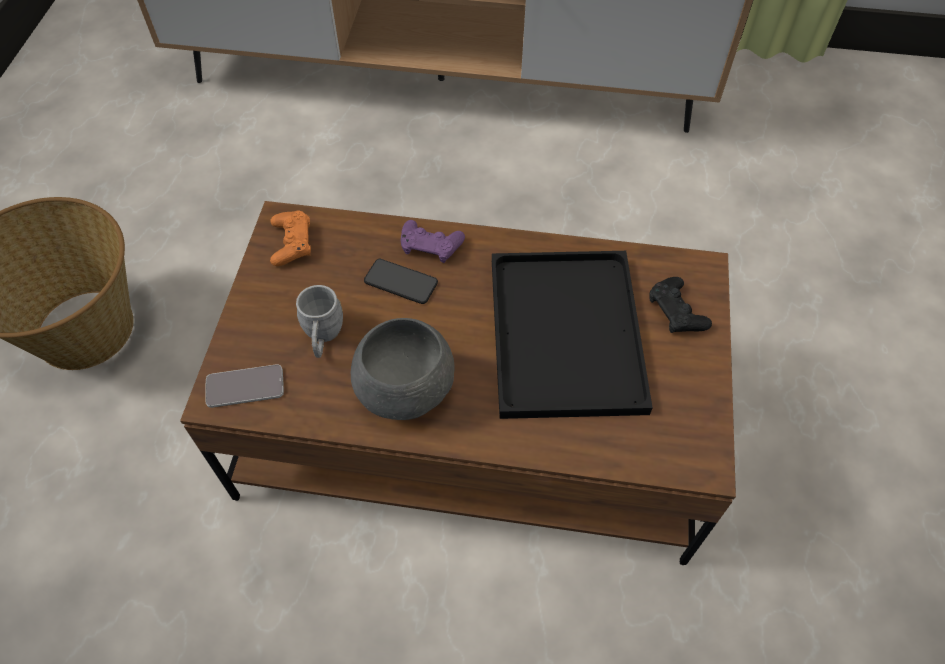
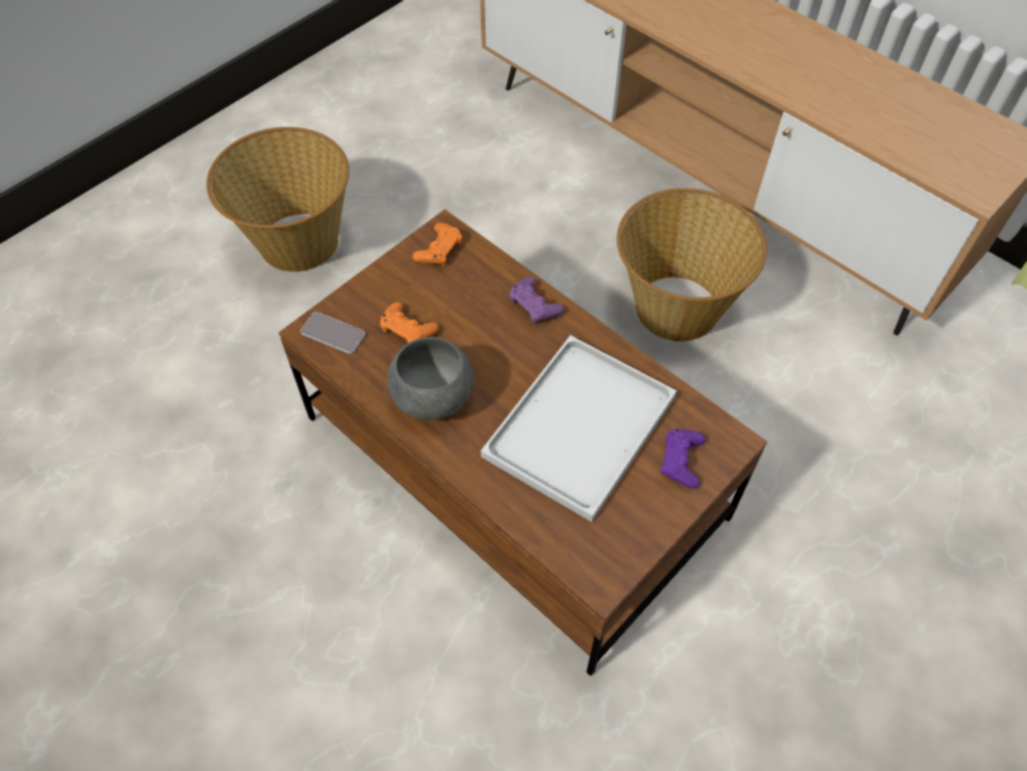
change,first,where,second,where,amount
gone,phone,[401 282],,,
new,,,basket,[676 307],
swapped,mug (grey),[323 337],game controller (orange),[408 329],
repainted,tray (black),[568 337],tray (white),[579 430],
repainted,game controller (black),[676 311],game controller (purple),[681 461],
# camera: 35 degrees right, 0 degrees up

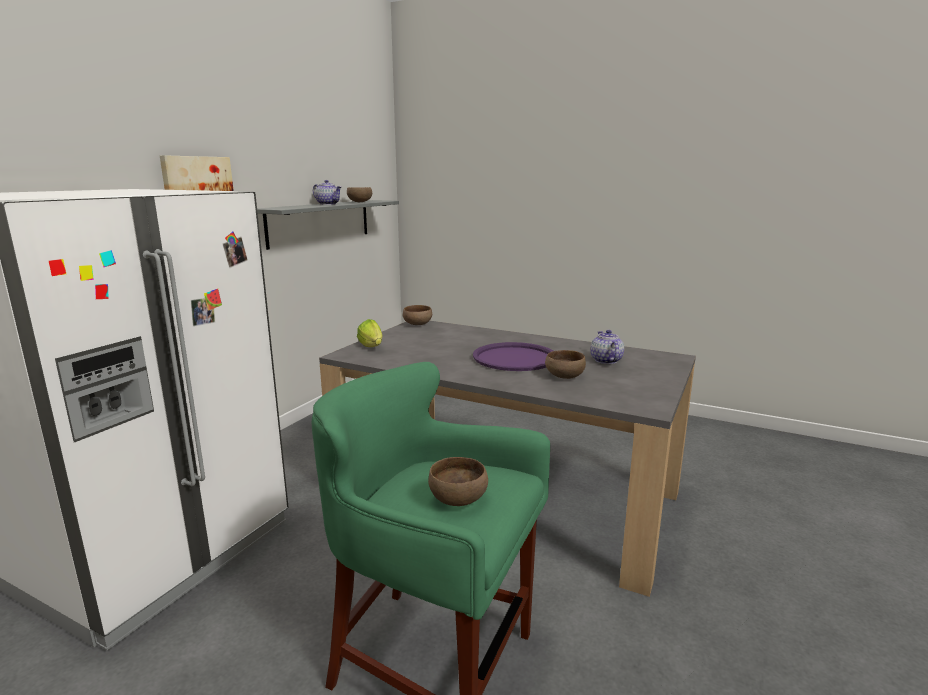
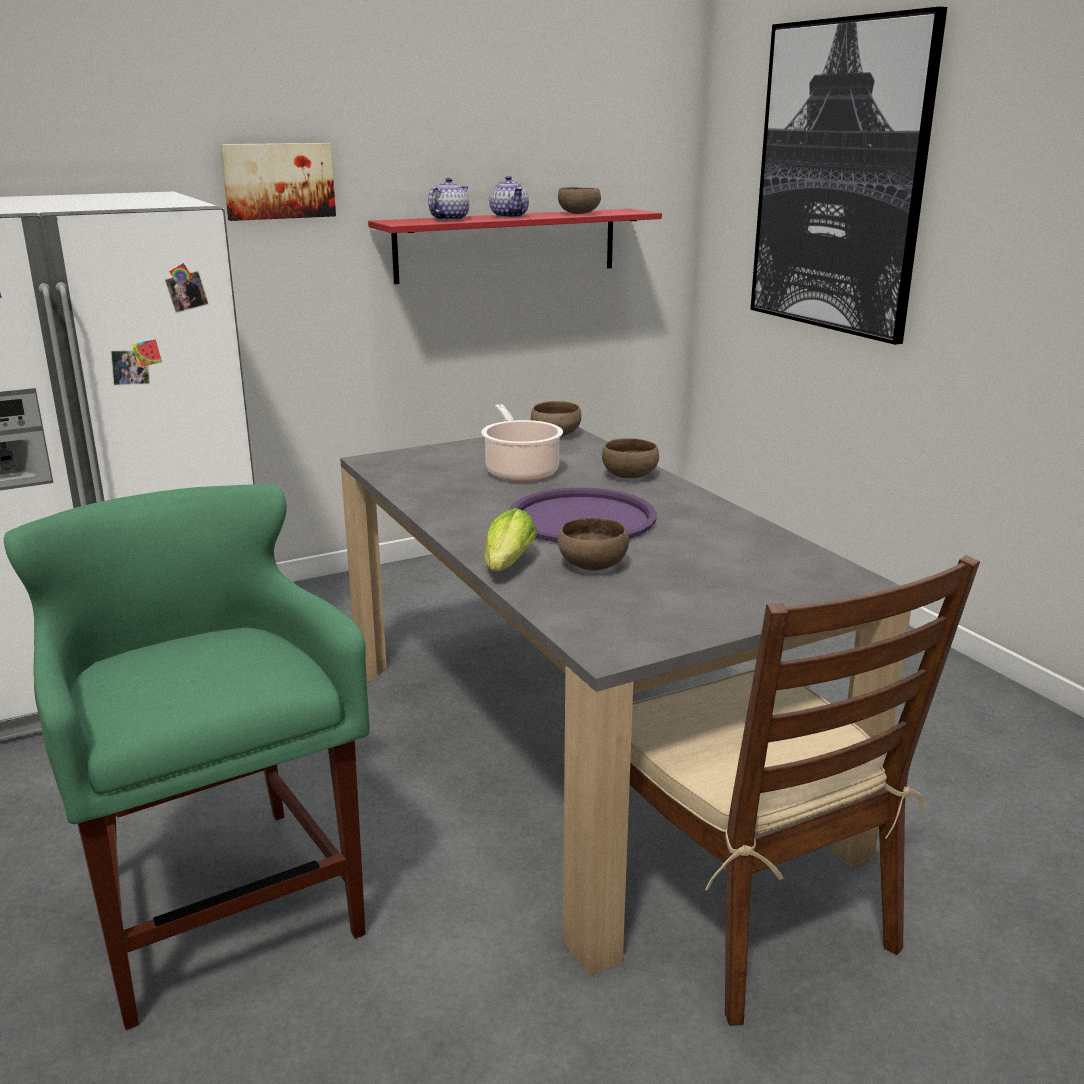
change,first,where,second,where,amount
new,,,cooking pot,[520 471],
new,,,chair (brown),[749 912],
new,,,picture,[839 178],
shifted,lettuce,[372 346],,[506 567],
shifted,bowl (brown),[457 498],,[629 475],
shifted,teapot,[605 360],,[449 219],
repainted,shelf (grey),[320 222],shelf (red),[507 245],
# camera: 35 degrees right, 5 degrees up

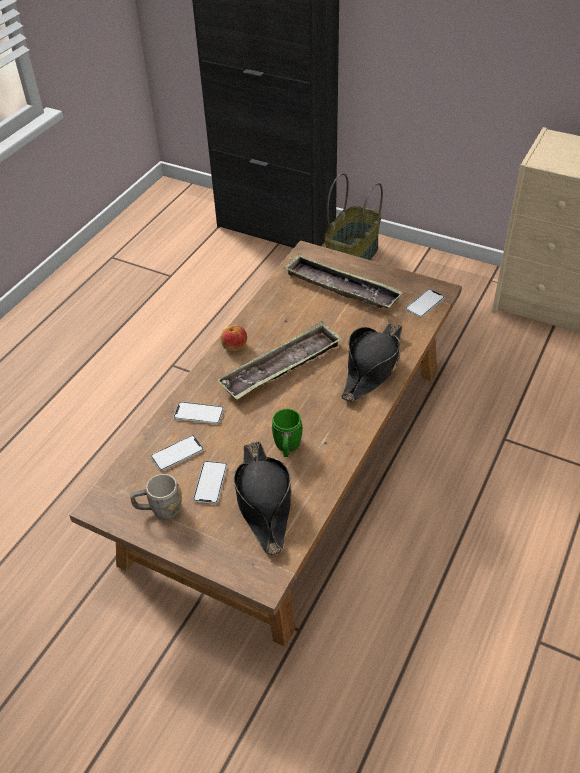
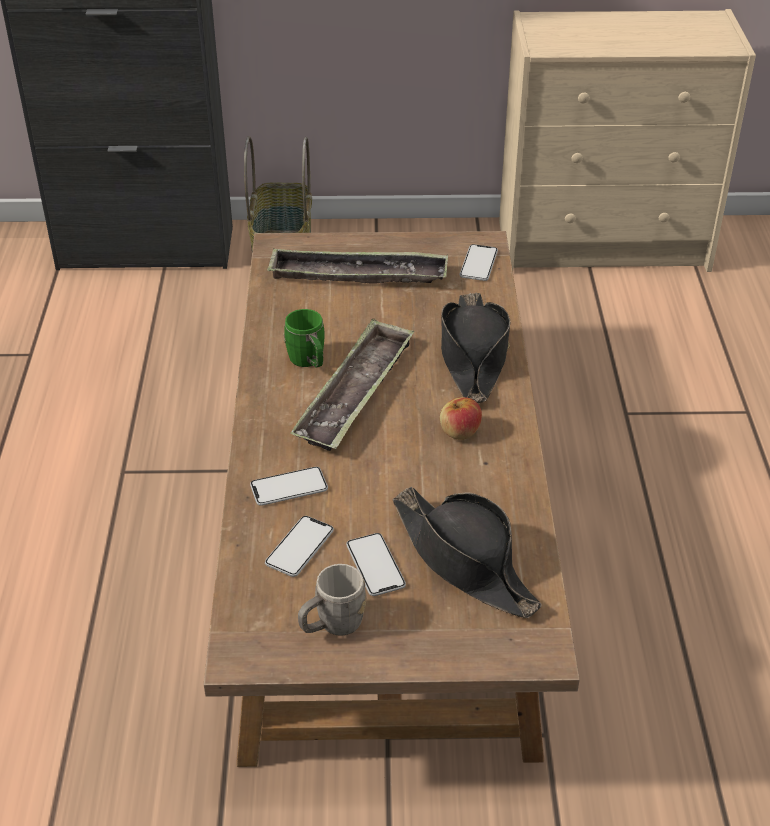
change,first,where,second,where,amount
shifted,apple,[234 346],,[459 432],
shifted,mug (green),[287 447],,[309 362],
# camera: 30 degrees left, 5 degrees down

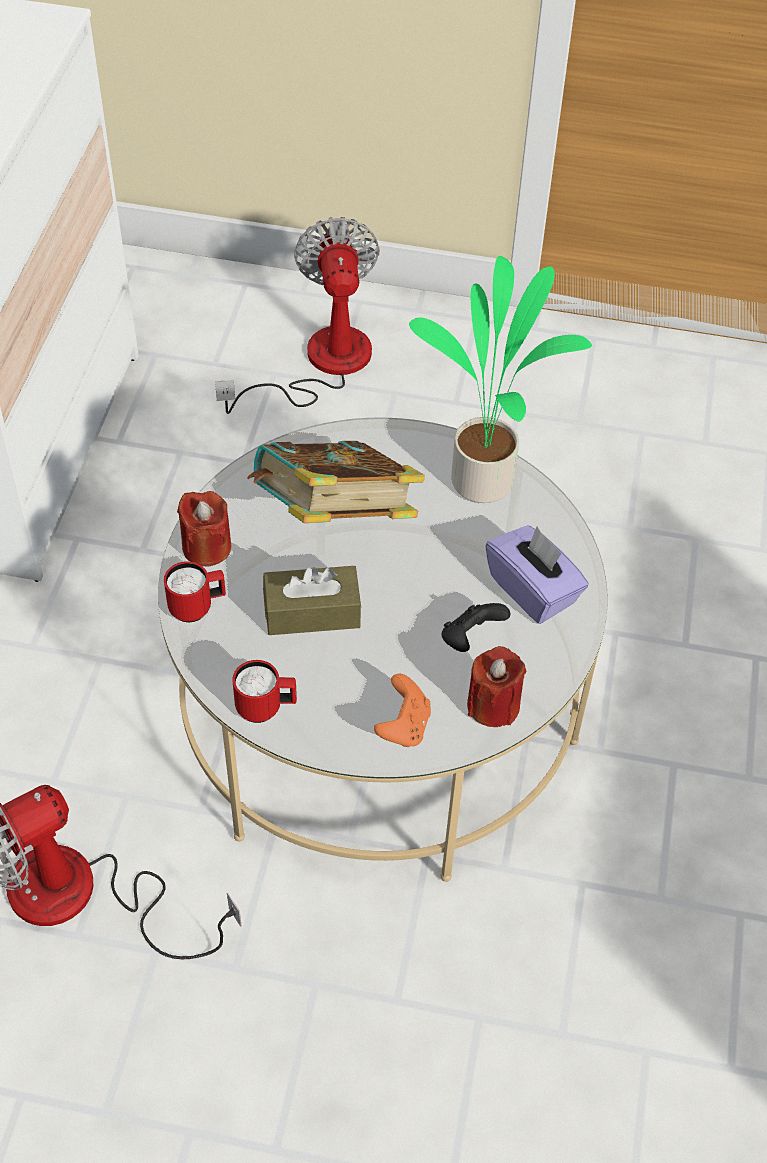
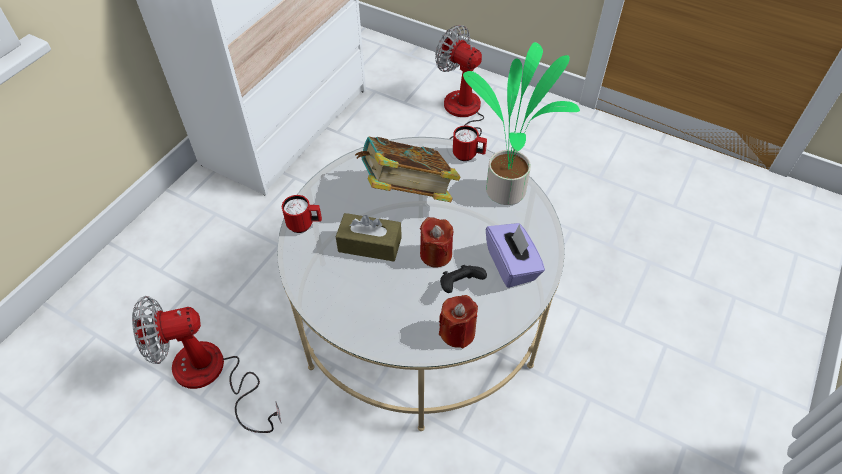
change,first,where,second,where,amount
gone,game controller (orange),[403 726],,,
shifted,candle (red),[206 547],,[436 254],
shifted,mug (red),[266 708],,[468 155],
rotated,fan,[320 364],,[461 114],60 degrees counterclockwise
# camera: 20 degrees right, 0 degrees up

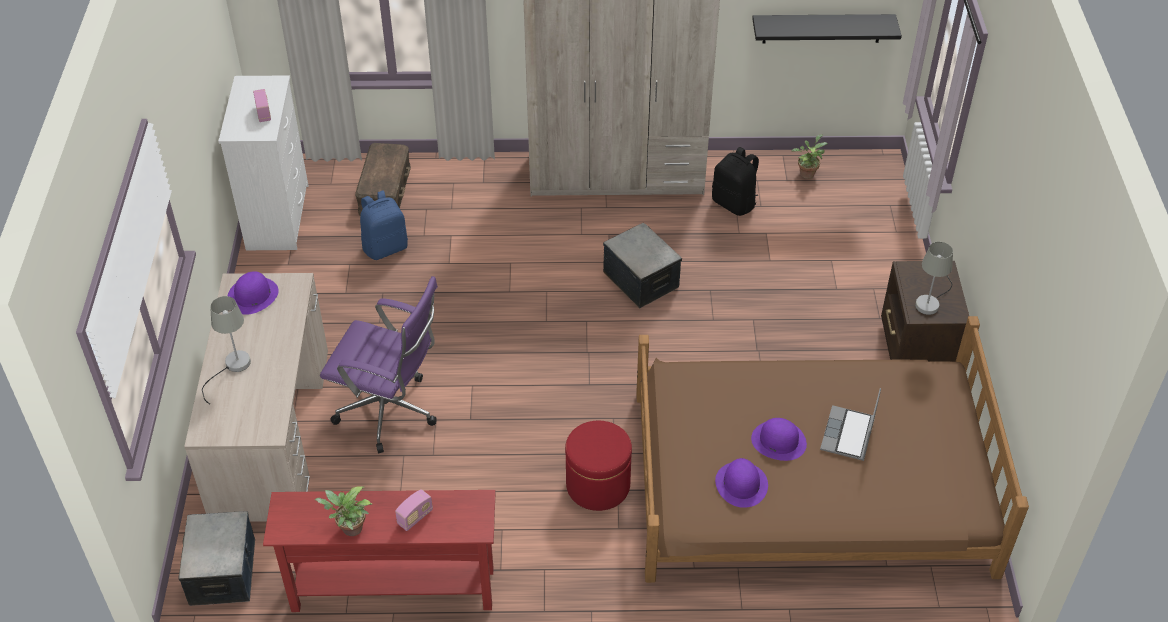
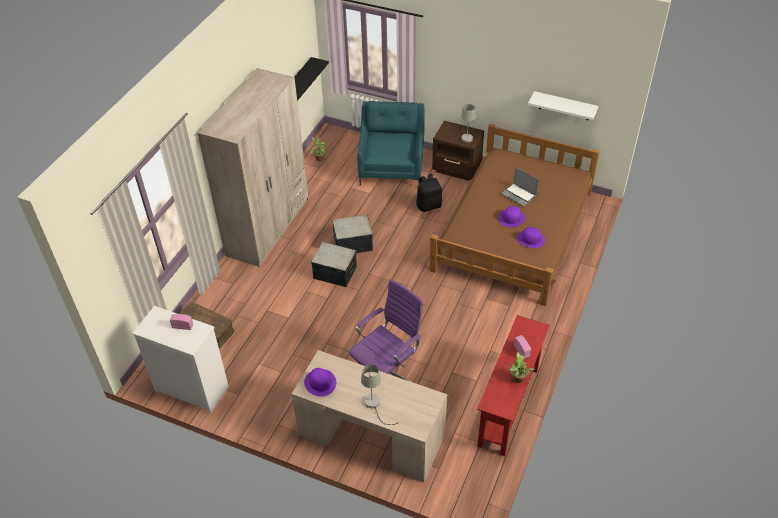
change,first,where,second,where,amount
gone,backpack (blue),[385 247],,,
gone,ottoman (red),[598 485],,,
new,,,armchair (turquoise),[392 166],
new,,,shelf (white),[564 106],
shifted,storage box,[223 572],,[335 272],
shifted,backpack (black),[734 203],,[428 205],
# camera: 65 degrees left, 0 degrees up

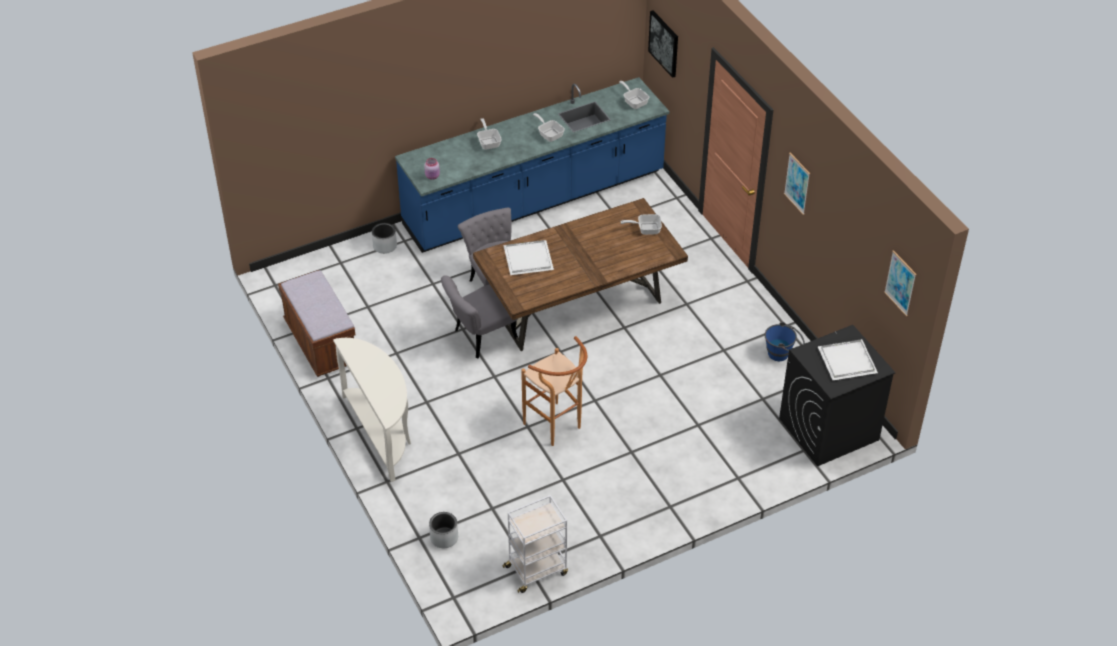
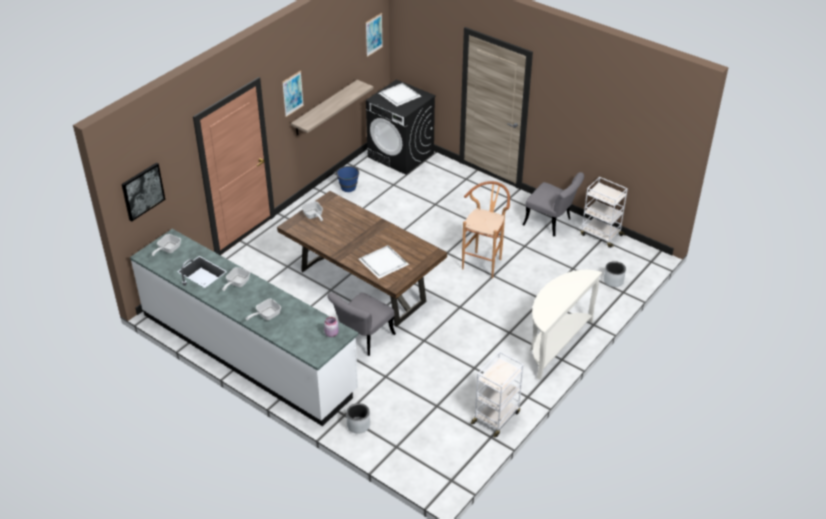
change,first,where,second,where,amount
new,,,shelf,[325 108],
shifted,chair (grey),[480 338],,[551 223],
swapped,bench (brown),[321 343],cart (white),[496 417],
repainted,counter (blue),[534 200],counter (white),[248 352],
# camera: 115 degrees left, 5 degrees down

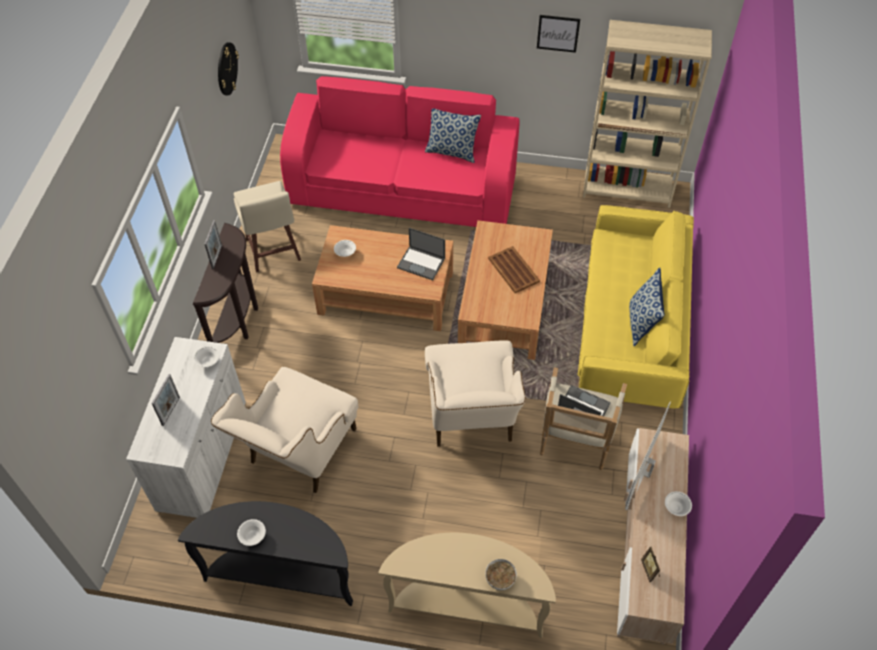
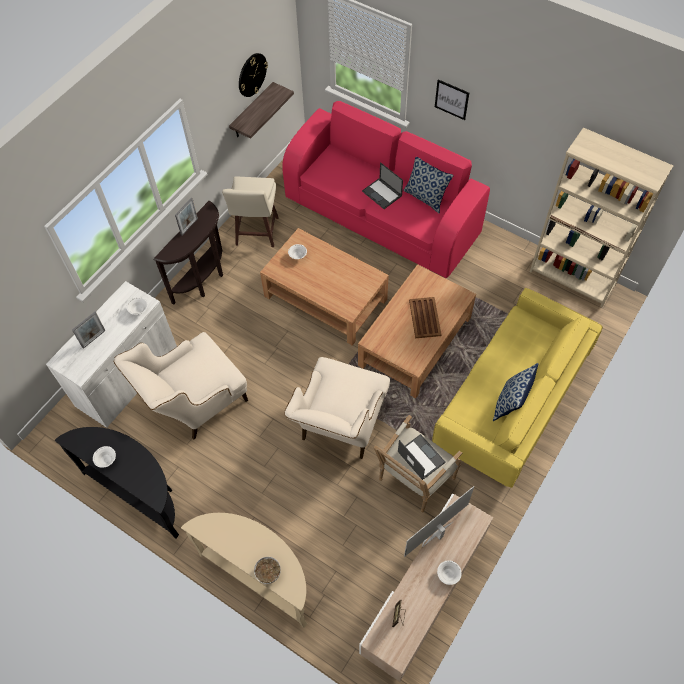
change,first,where,second,where,amount
new,,,shelf,[252 111],
shifted,laptop,[421 263],,[382 194],
shifted,picture,[558 33],,[451 99],
# camera: 25 degrees right, 5 degrees up

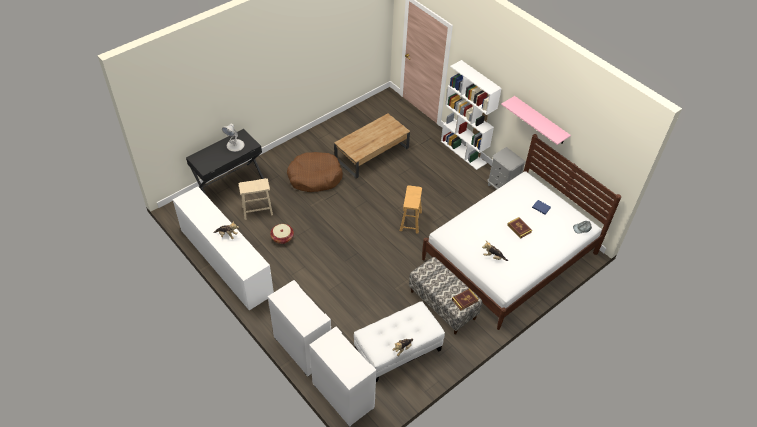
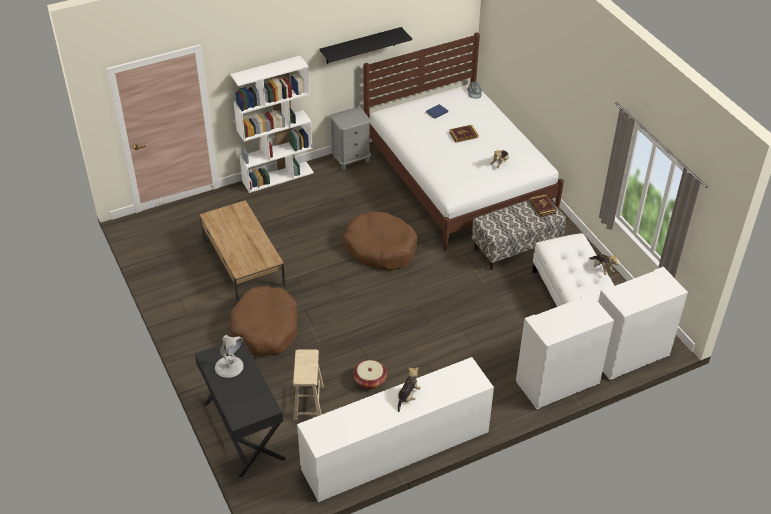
change,first,where,second,where,amount
swapped,stool (brown),[410 221],dog bed (brown),[380 248],
repainted,shelf (pink),[540 120],shelf (black),[361 45],
# camera: 75 degrees left, 5 degrees down

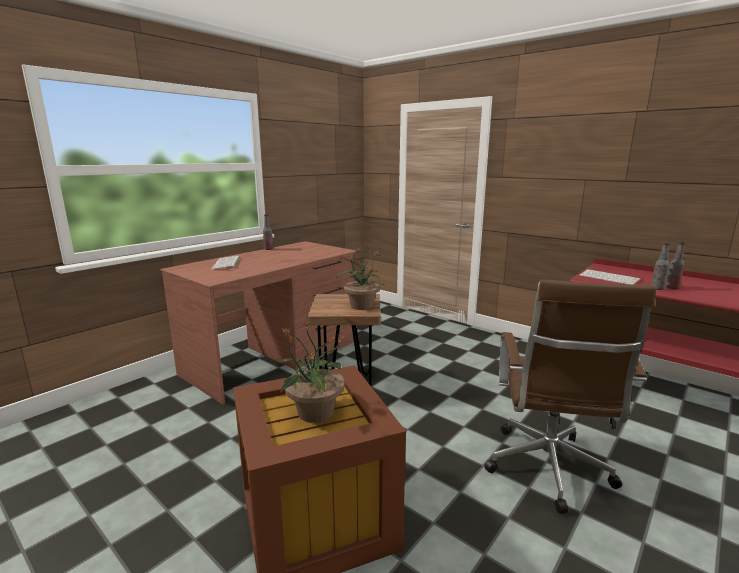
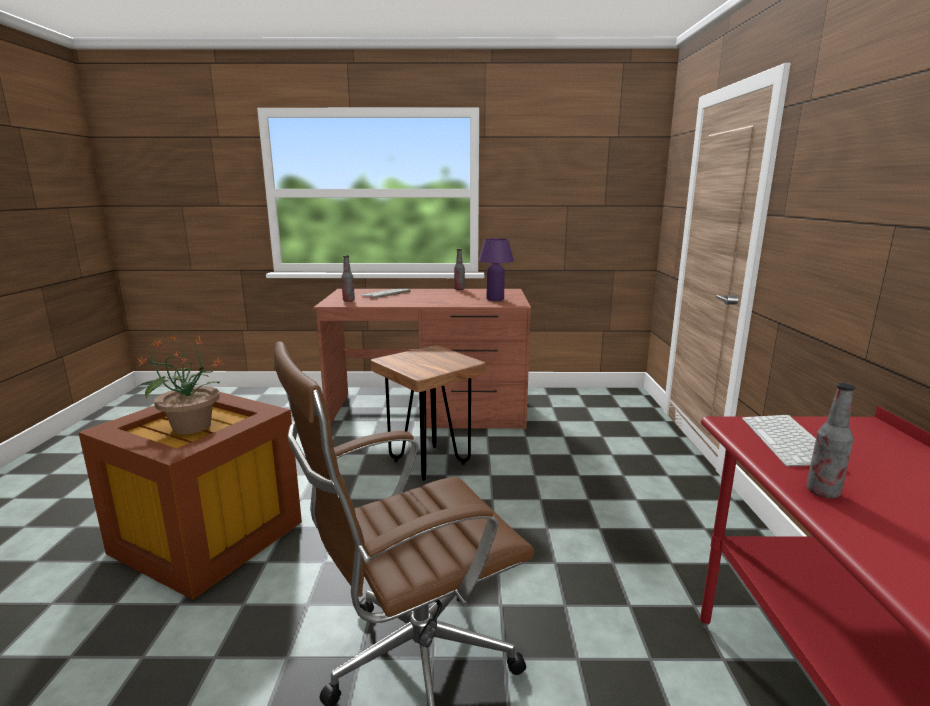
change,first,where,second,where,amount
gone,potted plant,[361 306],,,
new,,,table lamp (purple),[495 299],
shifted,bottle,[672 288],,[348 301],
# camera: 50 degrees right, 0 degrees up

